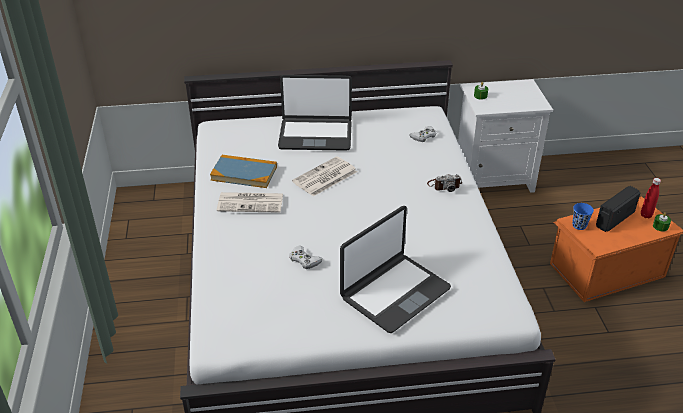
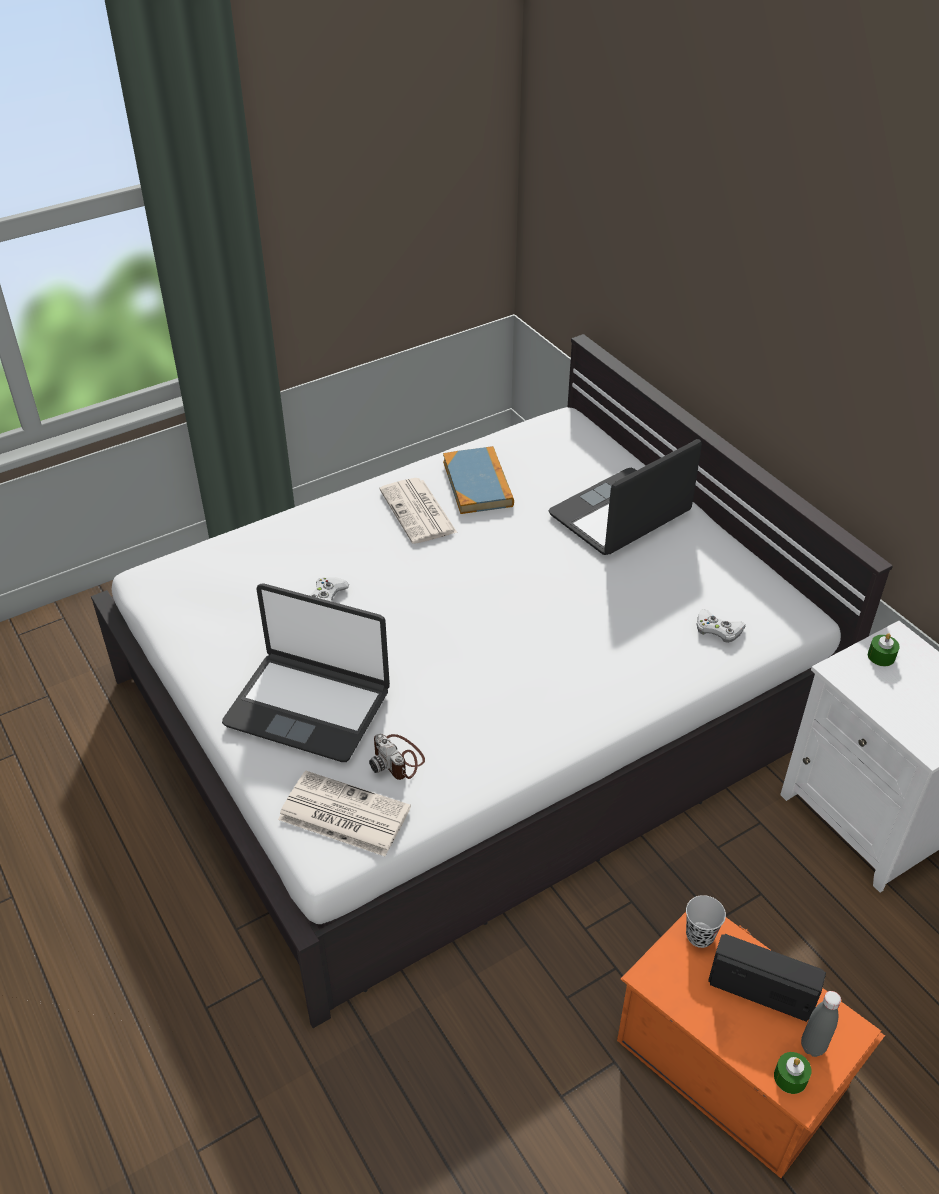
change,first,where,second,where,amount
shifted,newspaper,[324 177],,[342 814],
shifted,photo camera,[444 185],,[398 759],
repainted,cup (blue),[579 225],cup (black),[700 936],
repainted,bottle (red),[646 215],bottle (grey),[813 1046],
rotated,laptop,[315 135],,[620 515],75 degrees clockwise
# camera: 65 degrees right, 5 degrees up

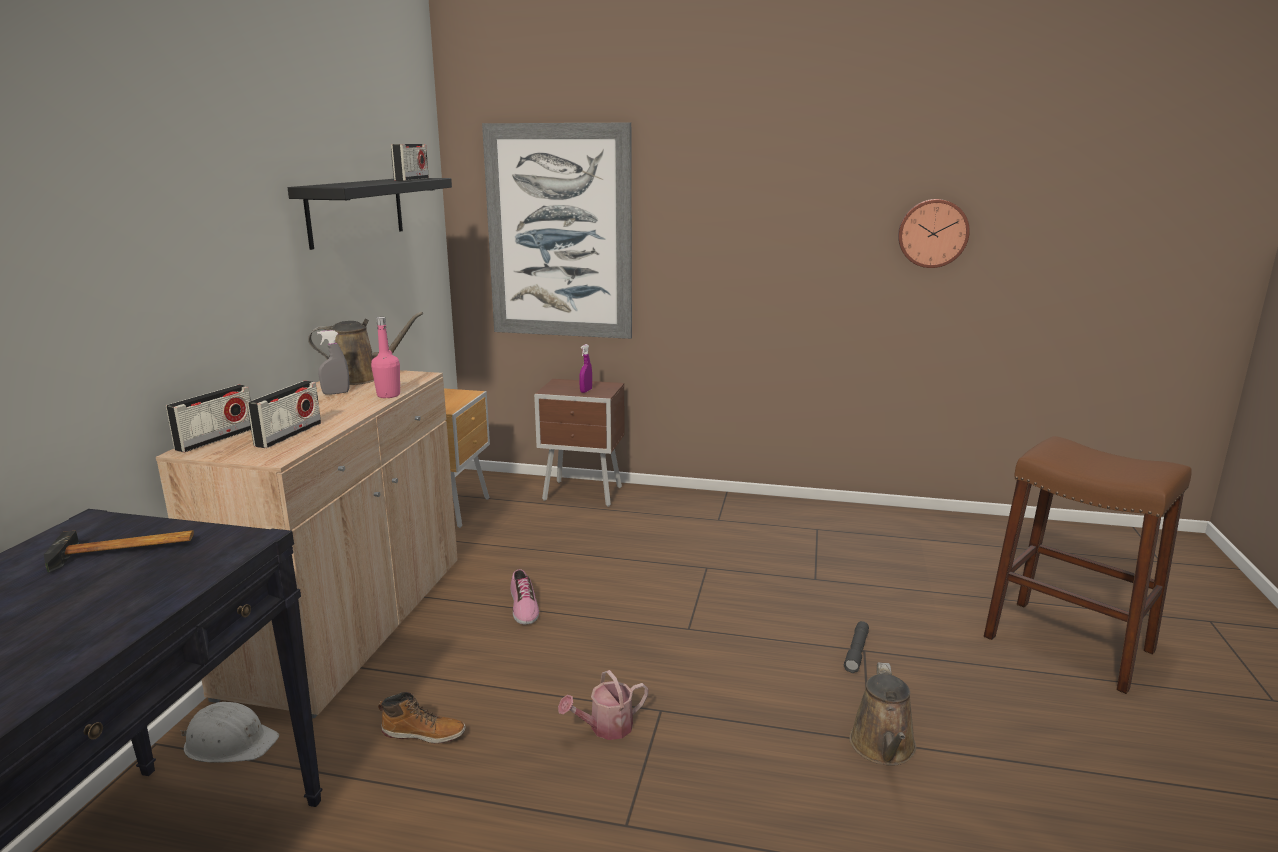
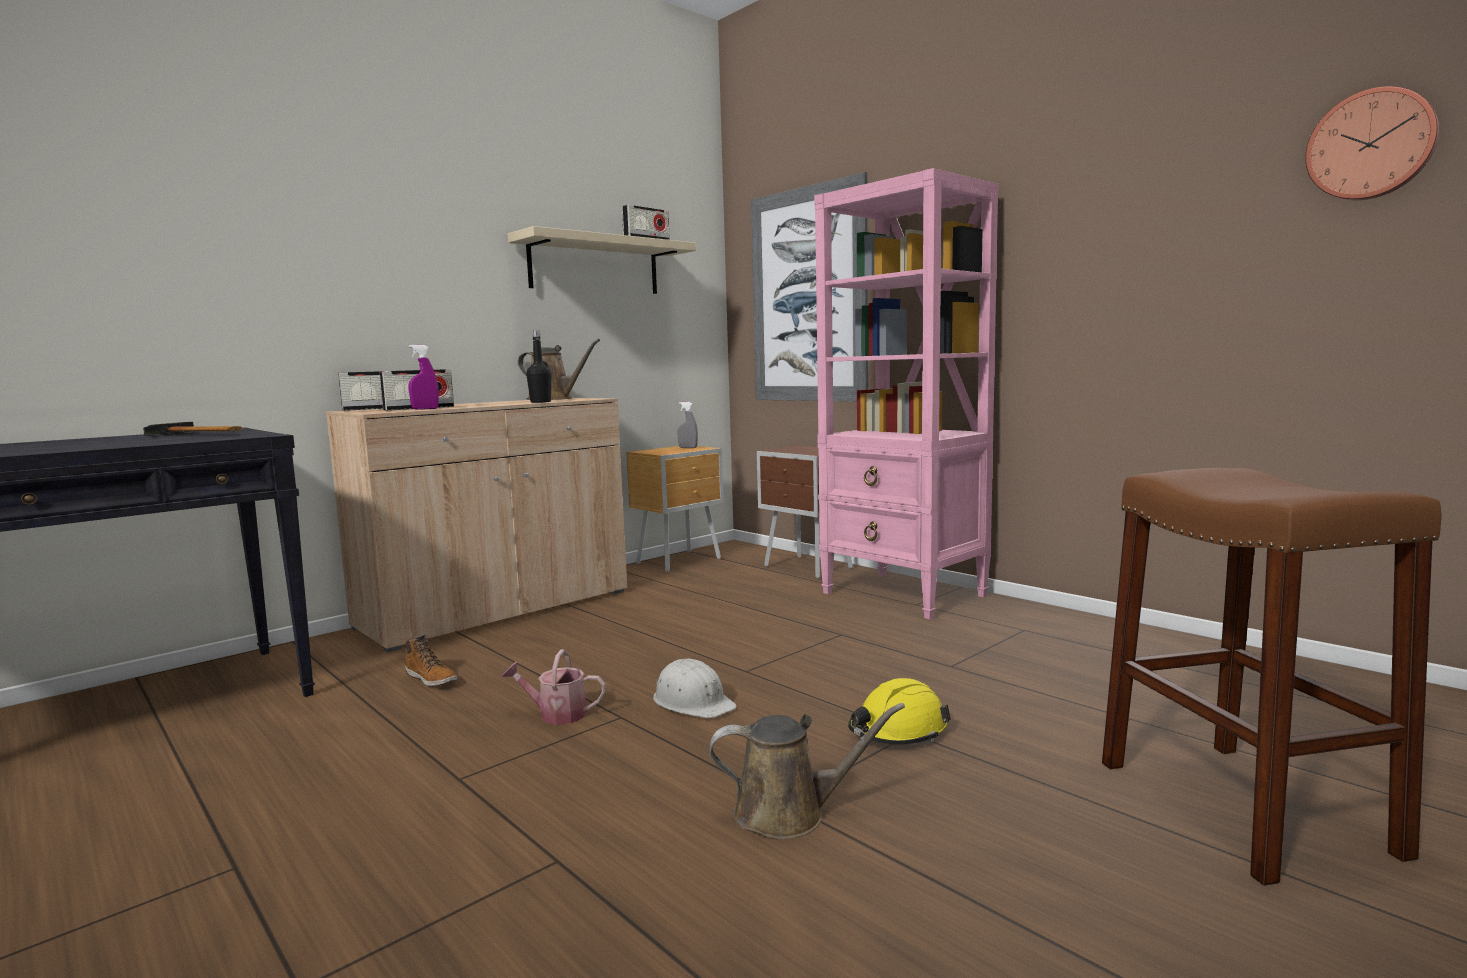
change,first,where,second,where,amount
gone,shoe,[522 606],,,
new,,,bookcase (pink),[904 595],
shifted,hard hat (white),[230 742],,[693 702],
shifted,spray bottle (grey),[336 393],,[688 448],
shifted,spray bottle (purple),[586 391],,[425 409],
shifted,wall clock,[932 233],,[1370 145],
swapped,flashlight (grey),[856 652],hard hat (yellow),[897 731],
repainted,shelf (black),[356 210],shelf (beige),[595 266],
repainted,bottle (pink),[388 395],bottle (black),[540 402],
rotated,watering can (brown),[883 748],,[789 814],135 degrees counterclockwise
# camera: 35 degrees right, 10 degrees down

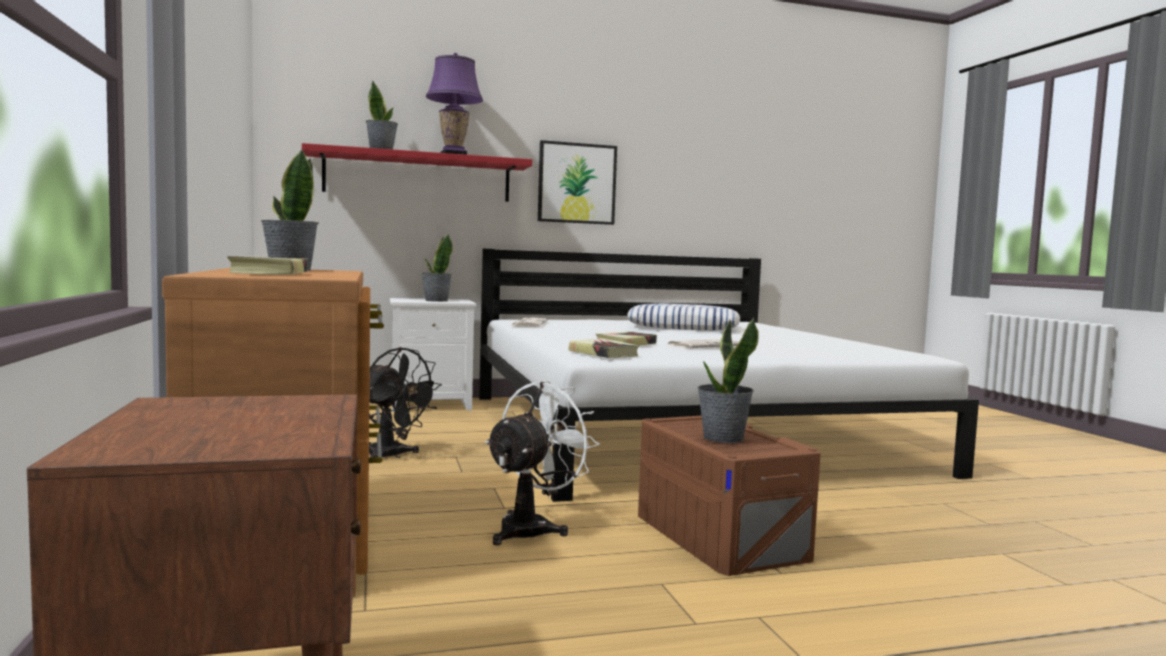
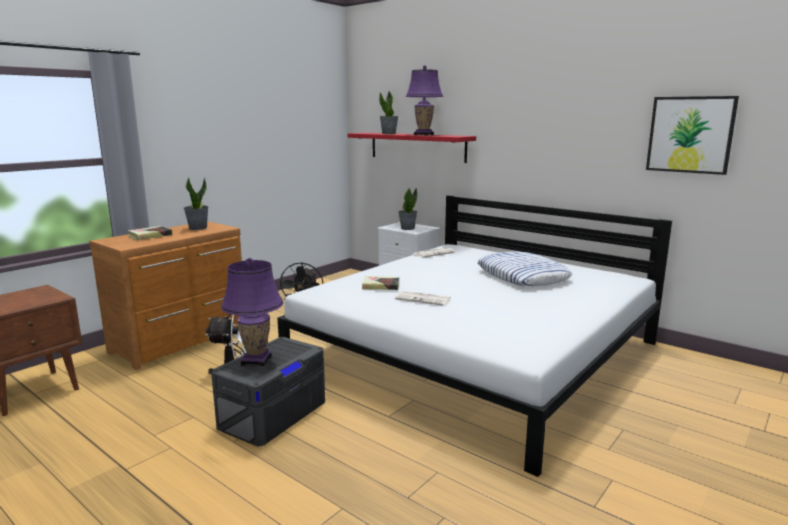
change,first,where,second,where,amount
gone,book,[603 354],,,
shifted,picture,[577 183],,[690 134],
swapped,potted plant,[722 438],table lamp (purple),[256 360],
repainted,storage box (brown),[718 535],storage box (grey),[273 413],
# camera: 55 degrees right, 10 degrees up

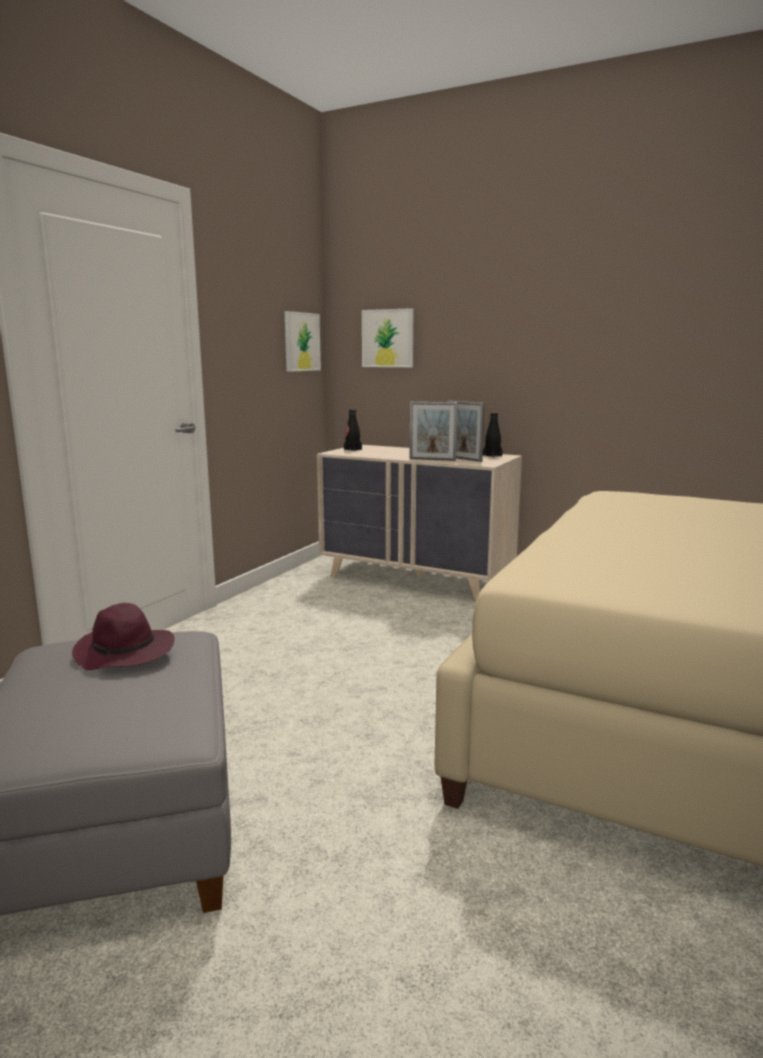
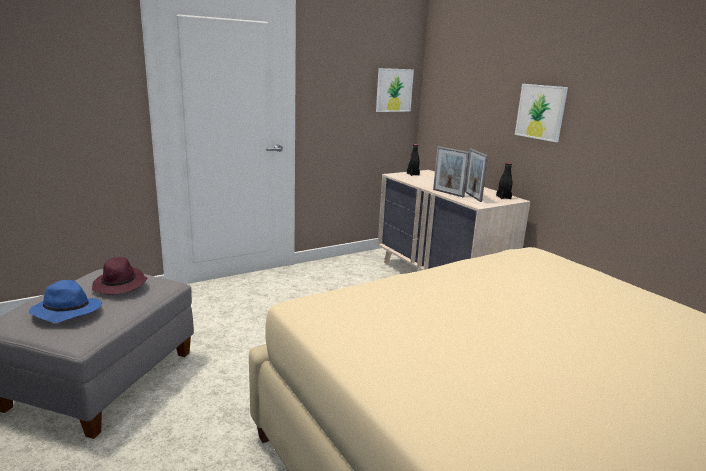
change,first,where,second,where,amount
new,,,hat (blue),[66 311],
shifted,picture,[387 338],,[540 112],
# camera: 30 degrees right, 5 degrees up

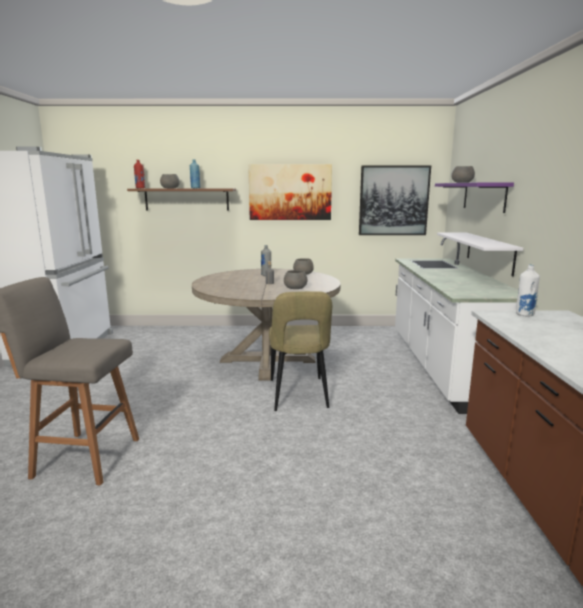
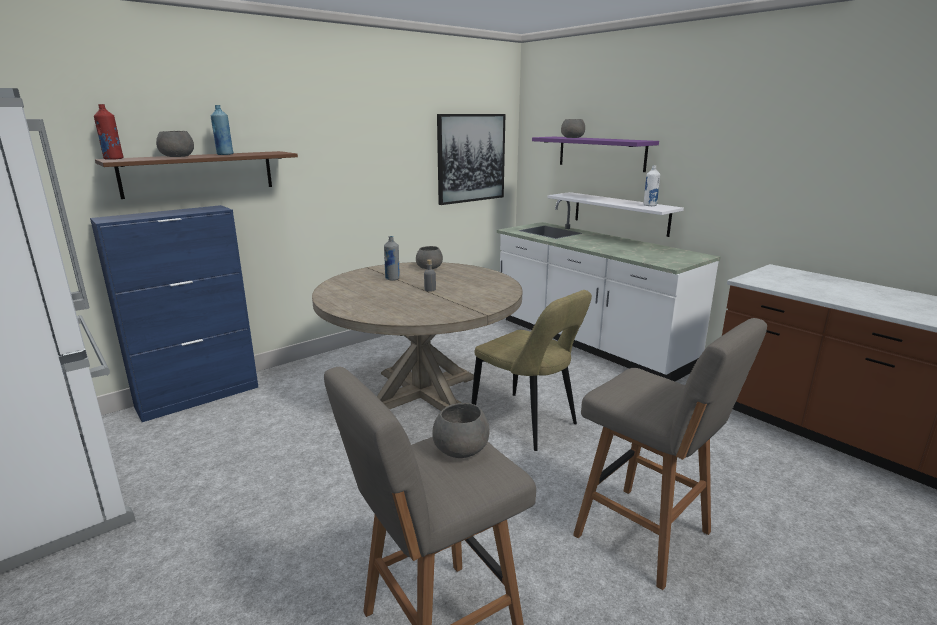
change,first,where,second,where,amount
gone,picture,[290 192],,,
new,,,cabinet (blue),[199 397],
new,,,stool (grey),[647 536],
shifted,bowl (grey),[296 288],,[462 448],
shifted,bottle (white),[524 314],,[649 205],
# camera: 40 degrees left, 5 degrees up

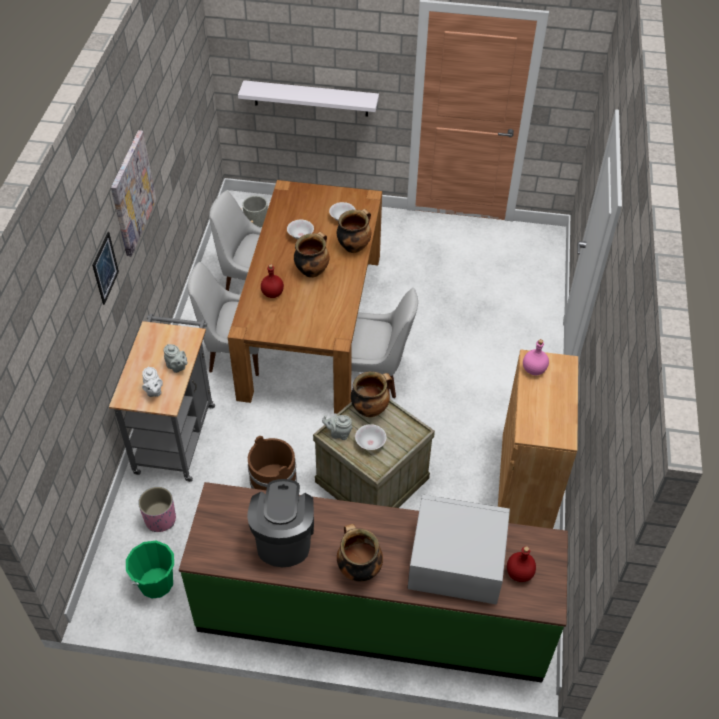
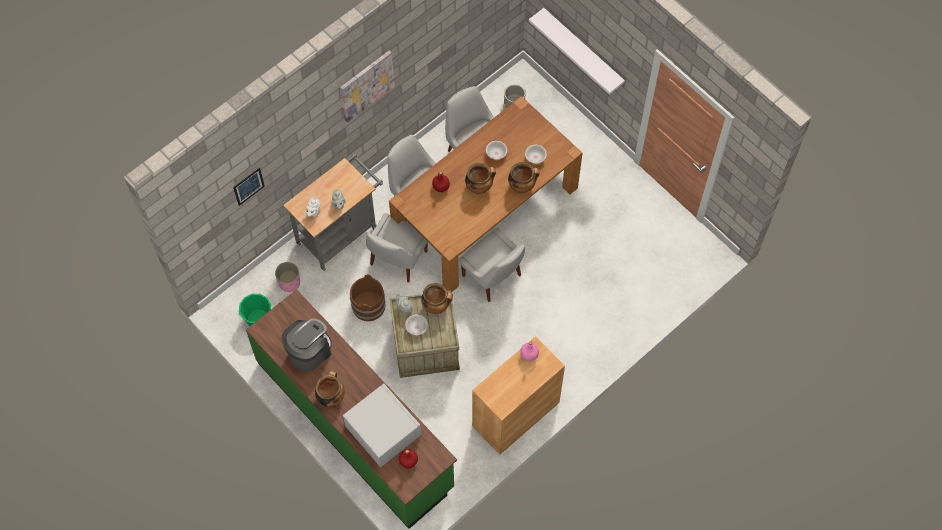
change,first,where,second,where,amount
new,,,chair (white),[397 260],
shifted,picture,[105 268],,[248 186],
# camera: 40 degrees right, 15 degrees up

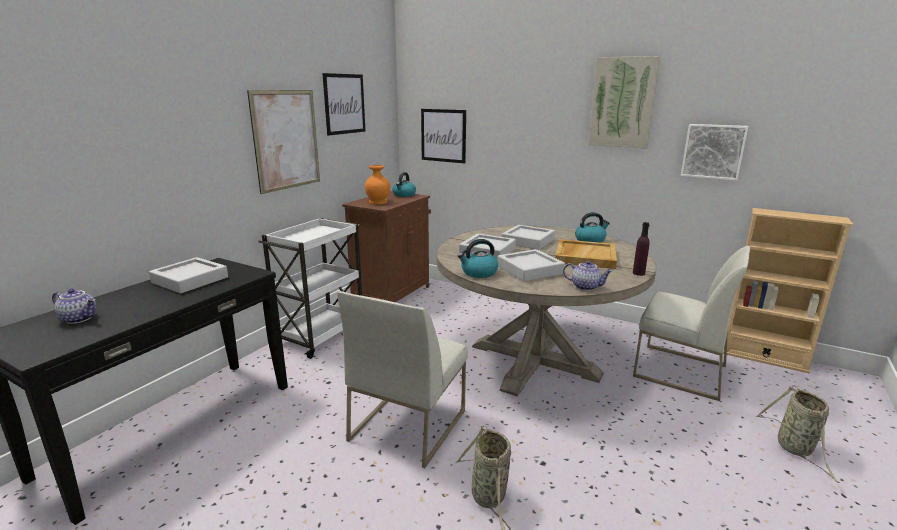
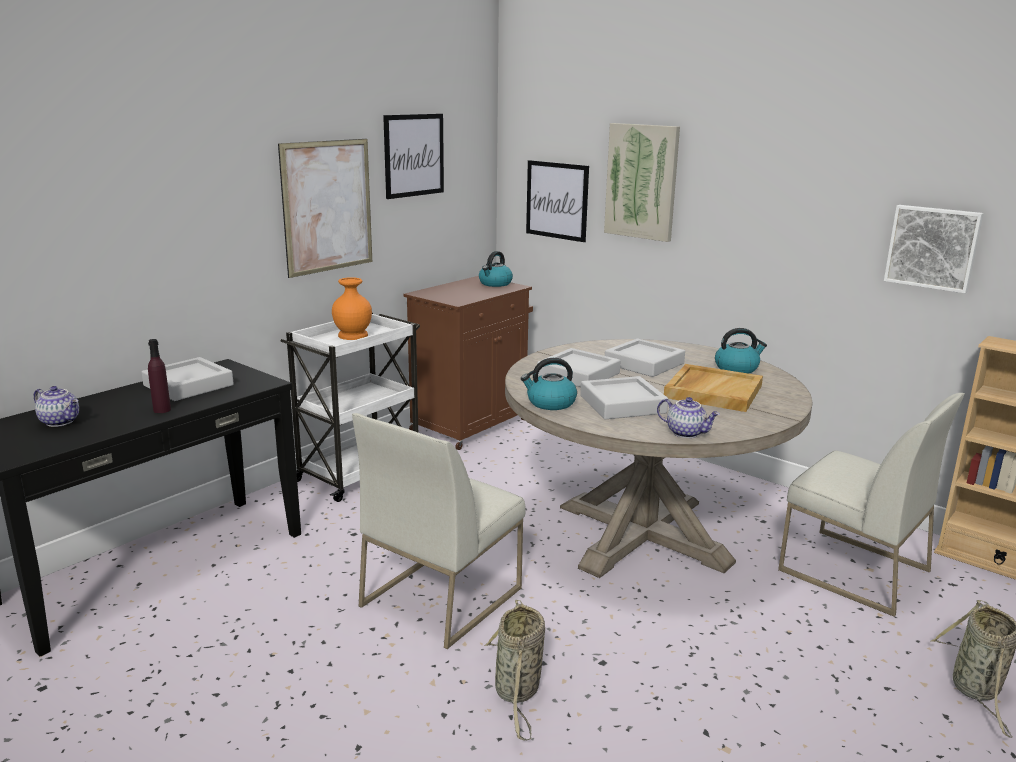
change,first,where,second,where,amount
shifted,vase (orange),[377 202],,[352 335],
shifted,picture,[623 102],,[642 181],
shifted,bottle (purple),[638 273],,[162 410],
# camera: 10 degrees right, 0 degrees up

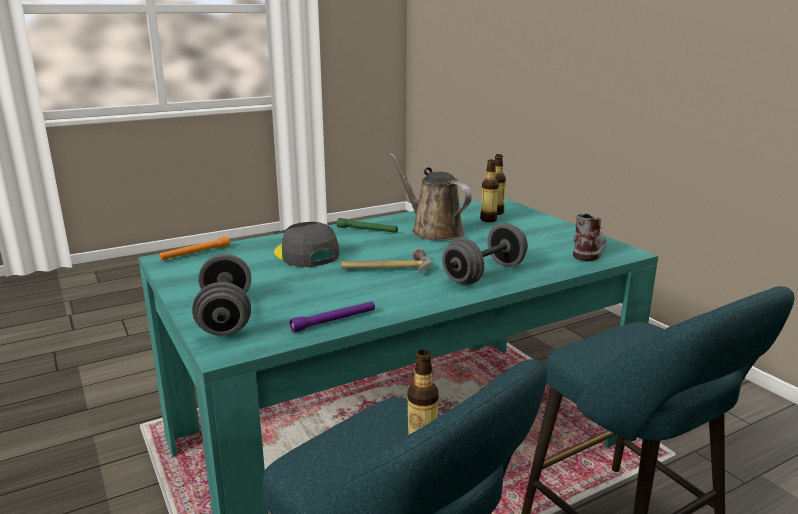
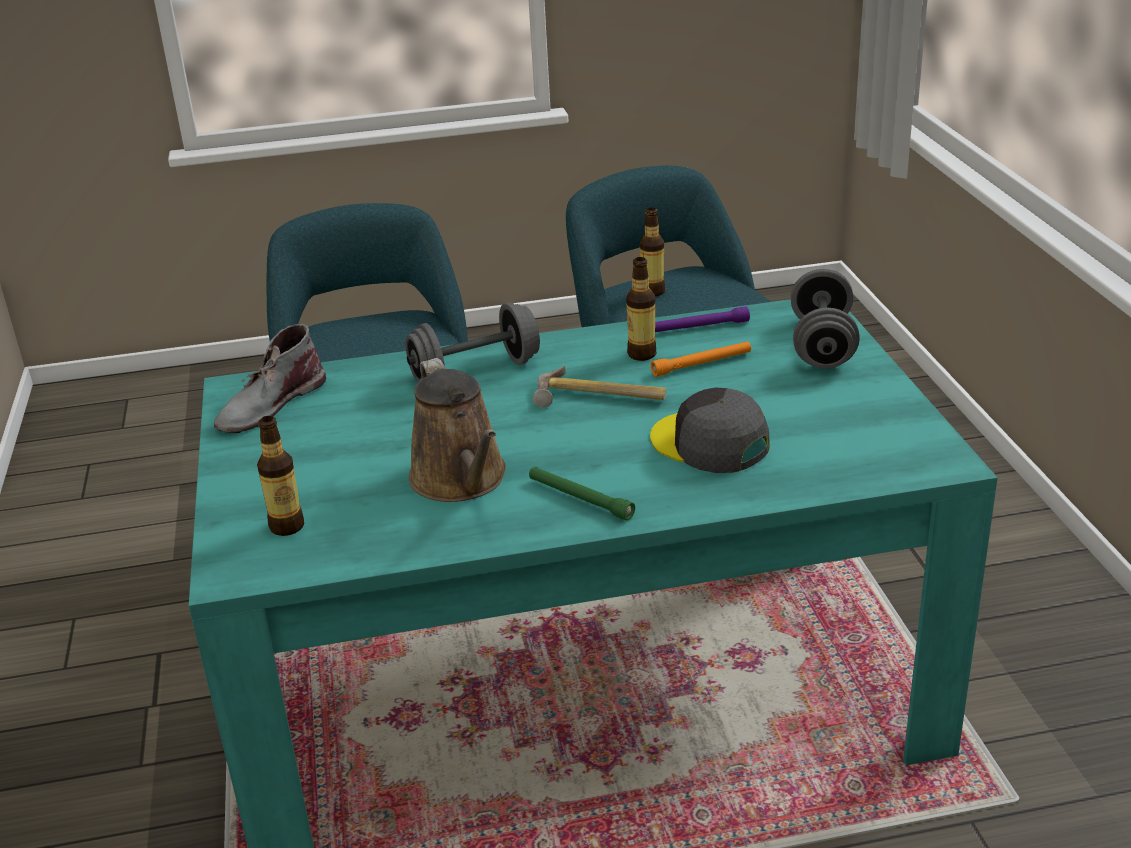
change,first,where,second,where,amount
shifted,flashlight (orange),[195 253],,[702 364],
shifted,bottle,[488 220],,[642 354],
rotated,cap (grey),[306 254],,[709 443],150 degrees clockwise
# camera: 160 degrees left, 10 degrees up

